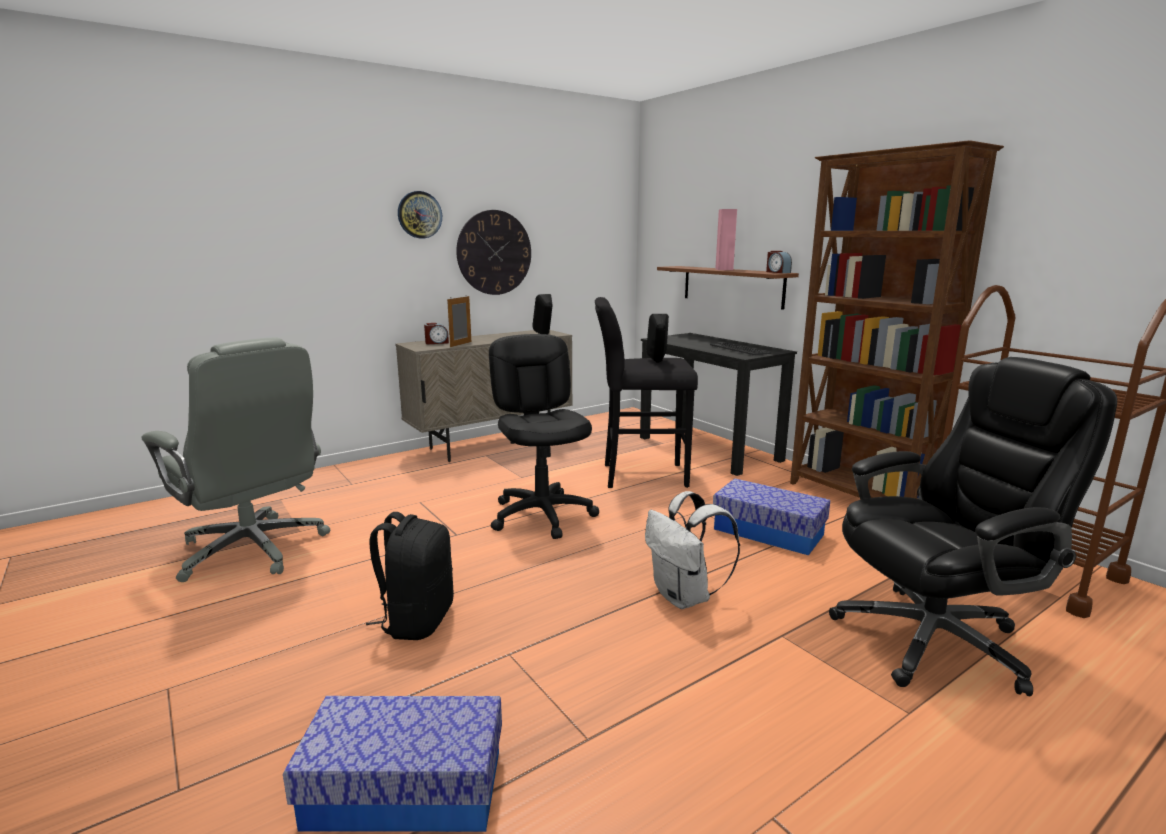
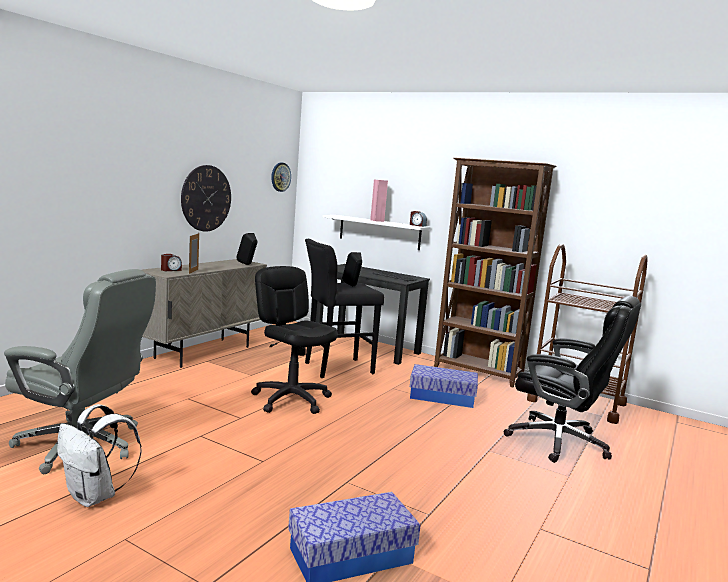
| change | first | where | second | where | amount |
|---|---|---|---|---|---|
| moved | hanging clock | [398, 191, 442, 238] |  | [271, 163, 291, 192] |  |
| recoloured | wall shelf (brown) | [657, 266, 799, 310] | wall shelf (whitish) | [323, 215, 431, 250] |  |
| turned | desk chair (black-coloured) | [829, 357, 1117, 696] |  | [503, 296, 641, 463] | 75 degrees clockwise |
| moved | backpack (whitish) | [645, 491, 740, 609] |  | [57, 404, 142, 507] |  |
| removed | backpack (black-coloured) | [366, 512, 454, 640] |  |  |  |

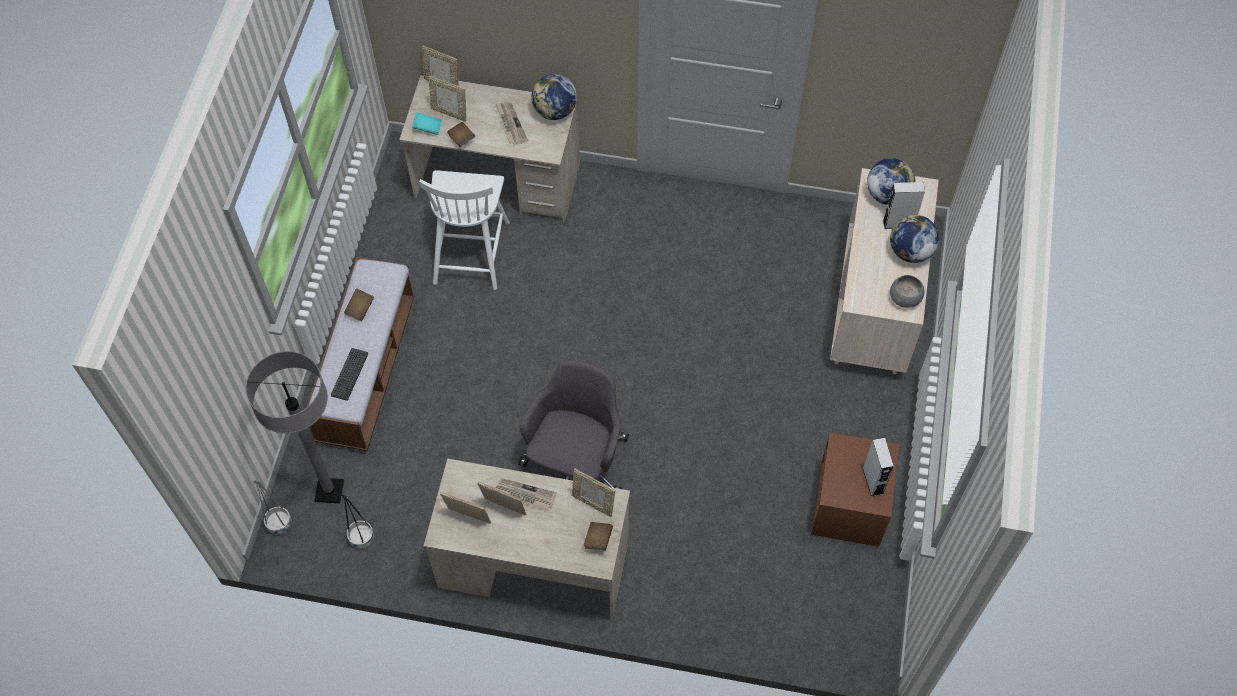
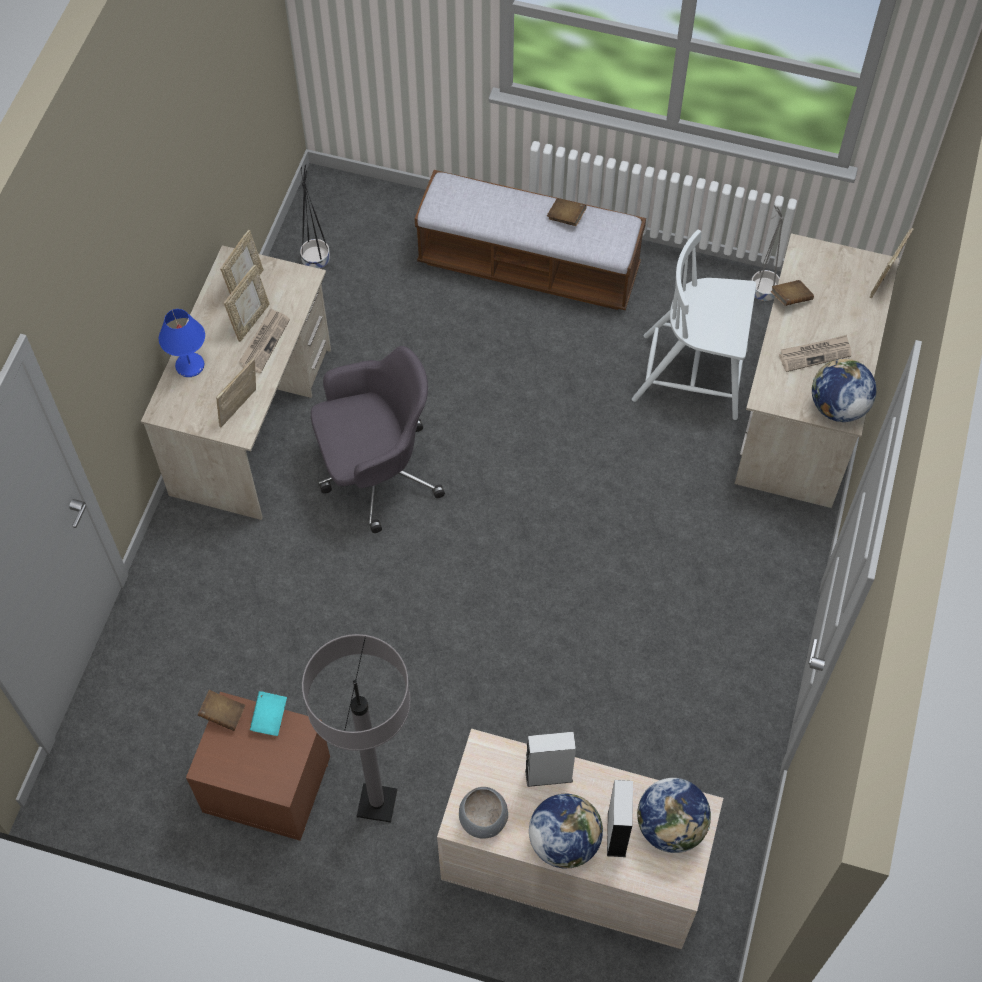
| change | first | where | second | where | amount |
|---|---|---|---|---|---|
| removed | standing frame | [429, 76, 466, 122] |  |  |  |
| moved | book (turquoise-coloured) | [412, 112, 442, 135] |  | [250, 691, 287, 736] |  |
| removed | keyboard | [331, 348, 368, 401] |  |  |  |
| moved | standing lamp (gray) | [245, 351, 344, 503] |  | [302, 634, 411, 823] |  |
| turned | desk chair (gray) | [518, 360, 629, 489] |  | [311, 346, 445, 533] | 45 degrees counterclockwise |
| moved | speaker (gray) | [863, 438, 894, 497] |  | [525, 732, 576, 787] |  |
| moved | plant pot (gray) | [252, 480, 292, 535] |  | [751, 205, 784, 301] |  |
| moved | book (brown) | [584, 522, 613, 551] |  | [198, 690, 245, 731] |  |
| added |  |  | lamp for a table (bluish) | [159, 309, 205, 377] |  |

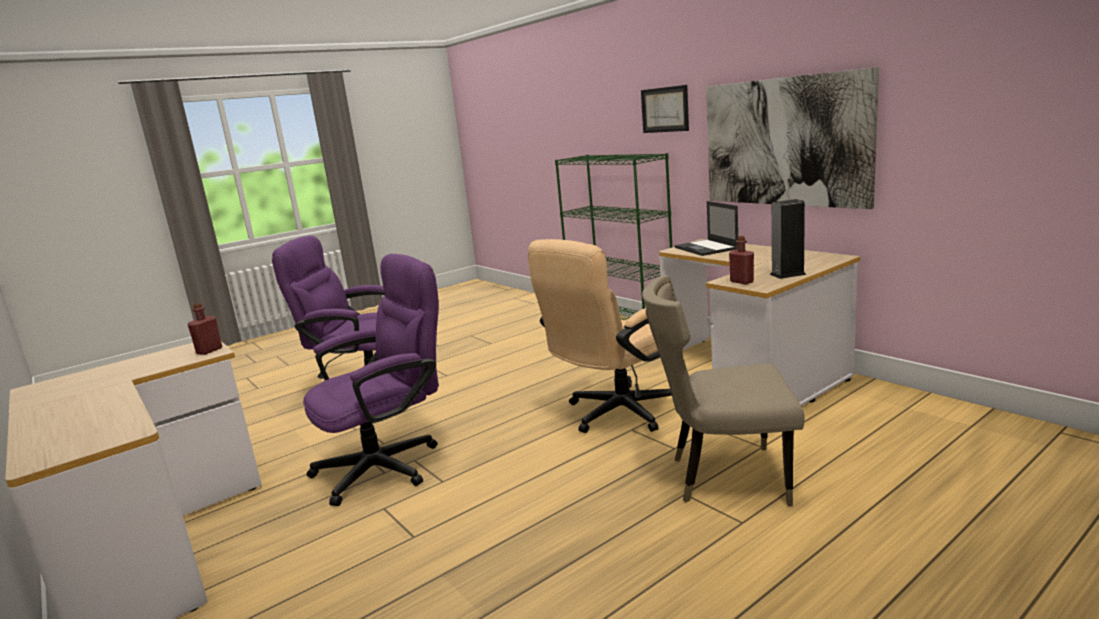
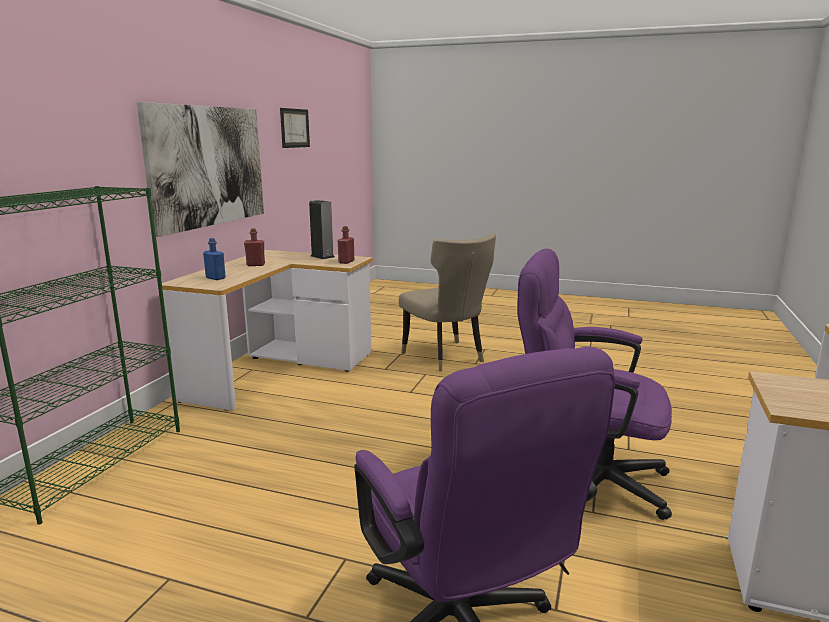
| change | first | where | second | where | amount |
|---|---|---|---|---|---|
| moved | wall art | [641, 85, 689, 133] |  | [280, 108, 310, 148] |  |
| replaced | laptop | [675, 201, 738, 256] | drink bottle (bluish) | [203, 238, 226, 280] |  |
| removed | desk chair (sand-coloured) | [528, 239, 673, 433] |  |  |  |
| moved | drink bottle (red) | [187, 303, 222, 355] |  | [244, 228, 265, 266] |  |

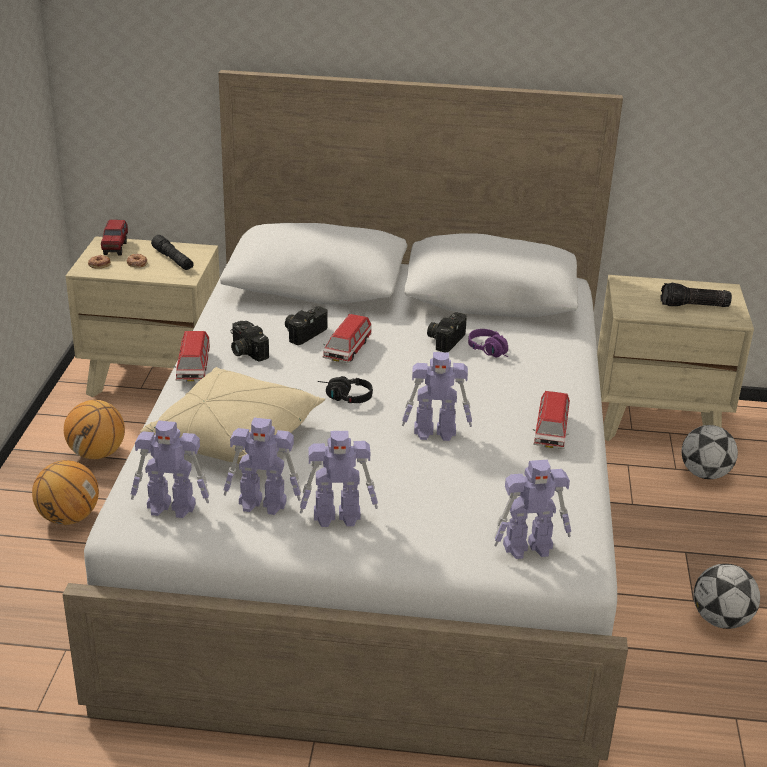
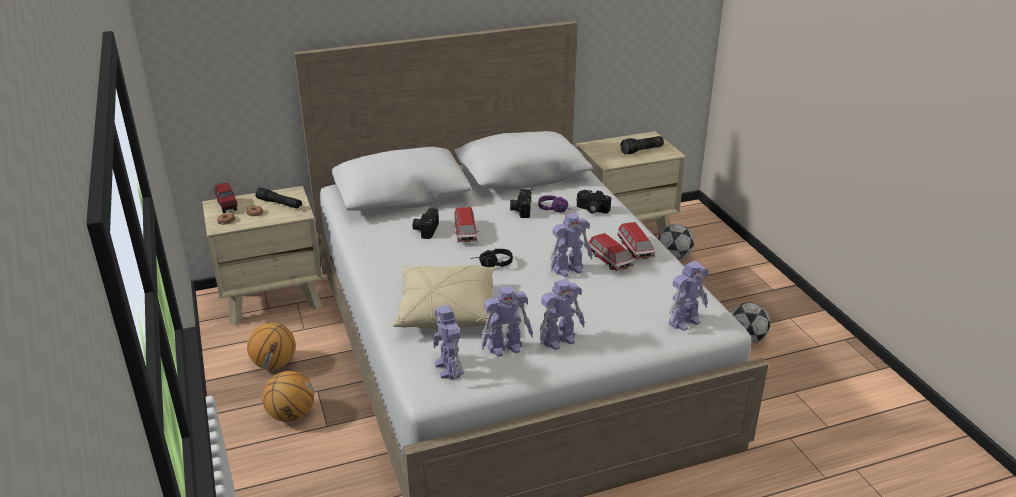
| change | first | where | second | where | amount |
|---|---|---|---|---|---|
| moved | still camera | [231, 321, 269, 362] |  | [577, 190, 611, 214] |  |
| moved | miniature car | [173, 331, 210, 381] |  | [589, 233, 634, 272] |  |
| turned | robot figure | [131, 420, 209, 518] |  | [433, 305, 464, 380] | 90 degrees clockwise |

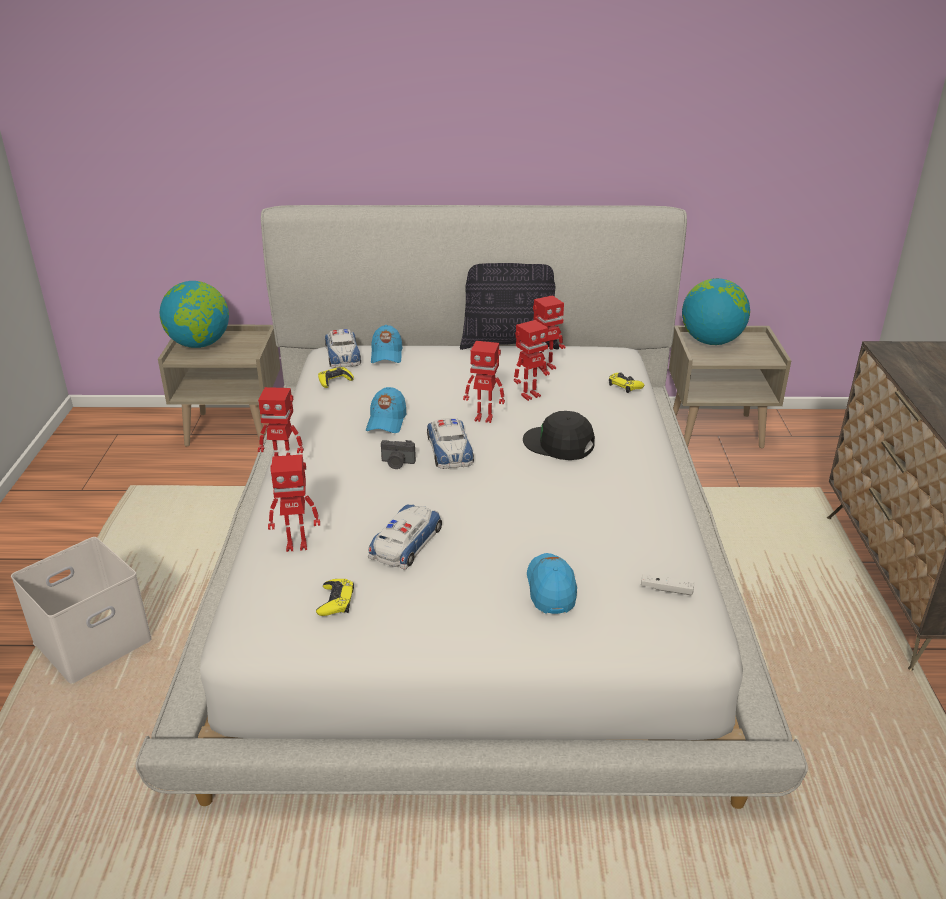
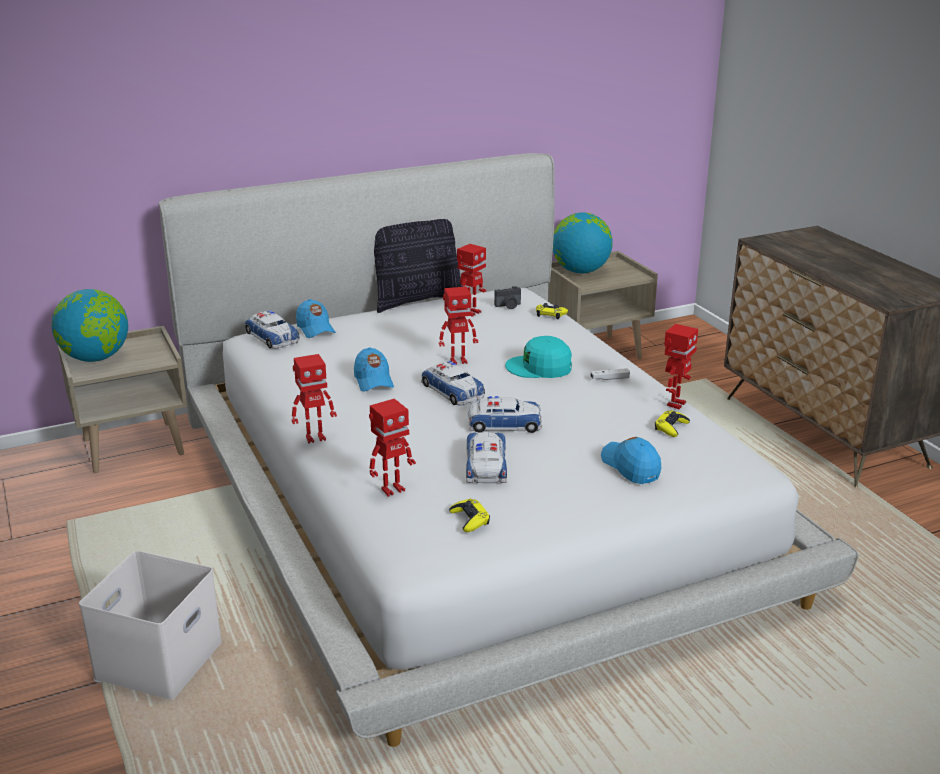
| change | first | where | second | where | amount |
|---|---|---|---|---|---|
| moved | robot figure | [514, 320, 550, 401] |  | [664, 324, 698, 409] |  |
| moved | gamepad (yellow-coloured) | [318, 367, 354, 388] |  | [655, 410, 690, 437] |  |
| recoloured | peaked cap (black-coloured) | [523, 411, 595, 460] | peaked cap (turquoise-coloured) | [505, 336, 572, 378] |  |
| moved | still camera | [381, 440, 416, 469] |  | [494, 286, 521, 309] |  |
| moved | gamepad (whitish) | [641, 574, 694, 595] |  | [591, 368, 630, 380] |  |
| added |  |  | miniature car | [468, 396, 542, 433] |  |

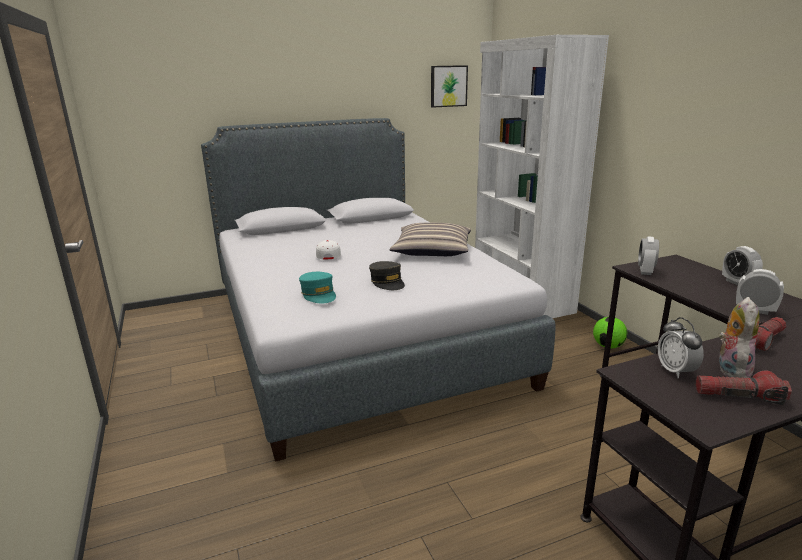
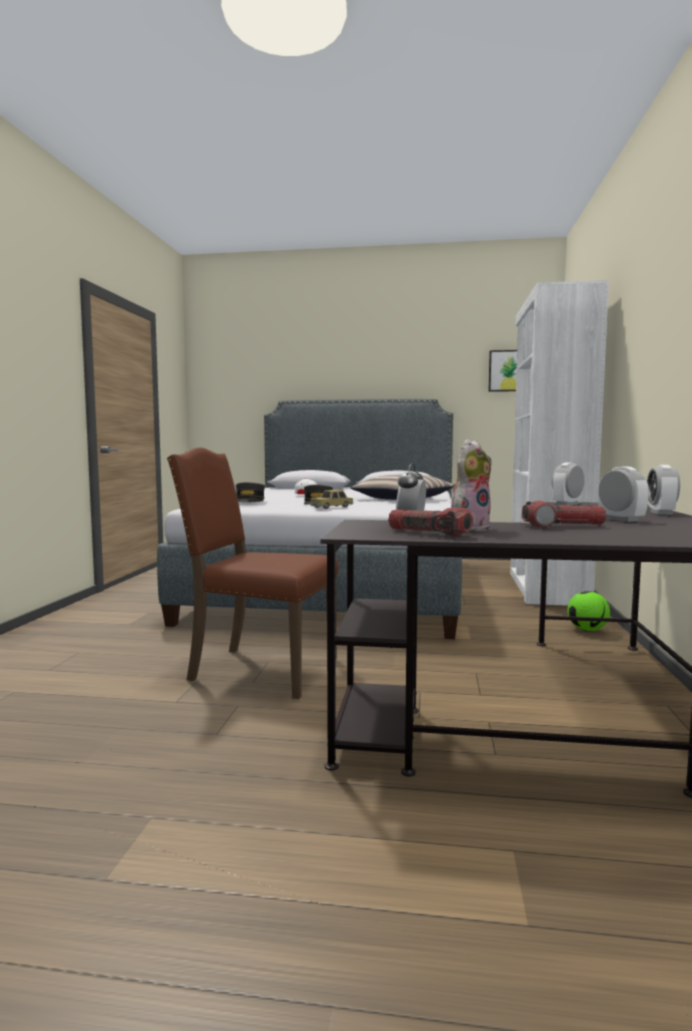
| change | first | where | second | where | amount |
|---|---|---|---|---|---|
| recoloured | peaked cap (turquoise-coloured) | [299, 272, 336, 304] | peaked cap (gray) | [236, 482, 265, 502] |  |
| added |  |  | upright chair (brown) | [167, 447, 338, 699] |  |
| added |  |  | miniature car | [310, 490, 353, 509] |  |

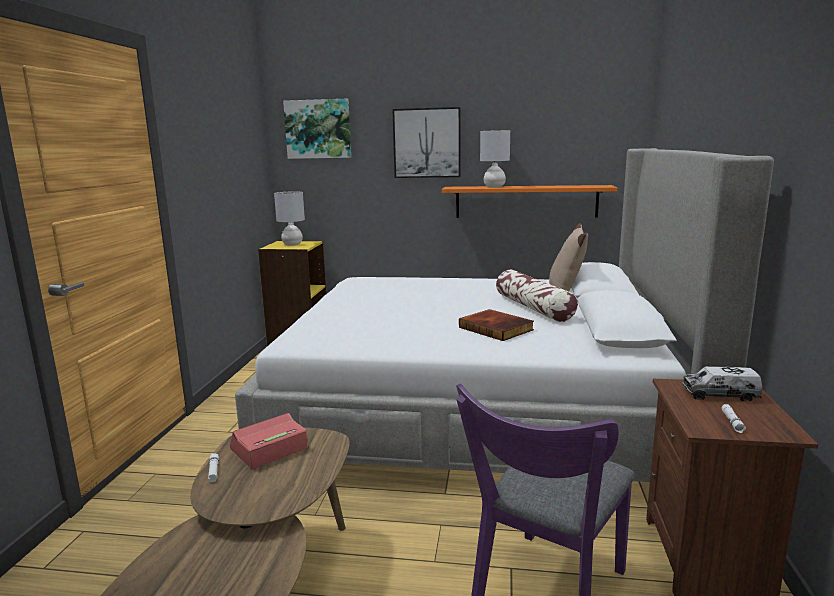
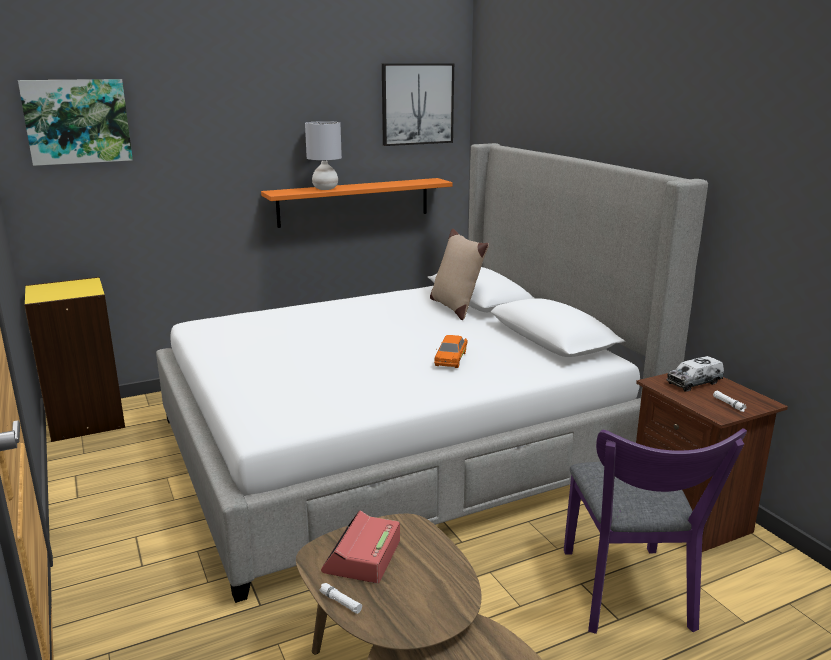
| change | first | where | second | where | amount |
|---|---|---|---|---|---|
| moved | wall art | [392, 107, 461, 178] |  | [382, 64, 454, 146] |  |
| removed | lamp for a table (gray) | [274, 191, 305, 246] |  |  |  |
| removed | throw pillow | [496, 270, 578, 322] |  |  |  |
| replaced | book | [459, 309, 534, 341] | miniature car (orange-coloured) | [434, 335, 467, 368] |  |

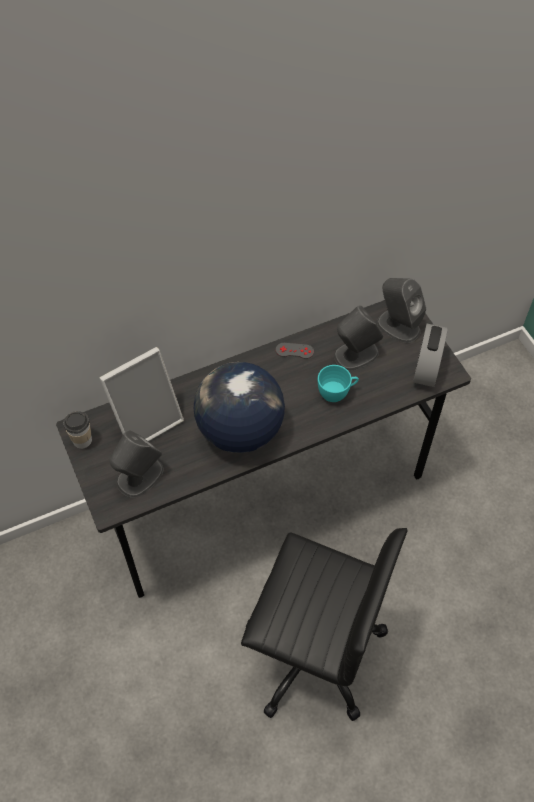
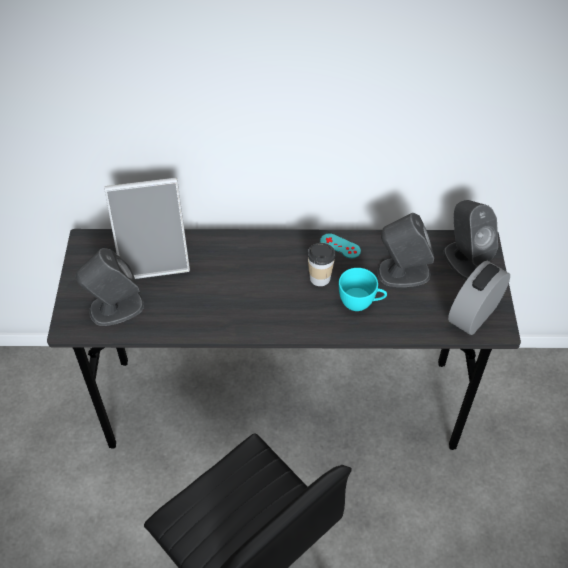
| change | first | where | second | where | amount |
|---|---|---|---|---|---|
| recoloured | gamepad (gray) | [276, 343, 314, 359] | gamepad (turquoise-coloured) | [320, 233, 361, 258] |  |
| removed | world globe | [194, 362, 285, 453] |  |  |  |
| moved | drinking cup | [63, 411, 92, 449] |  | [307, 243, 335, 286] |  |

